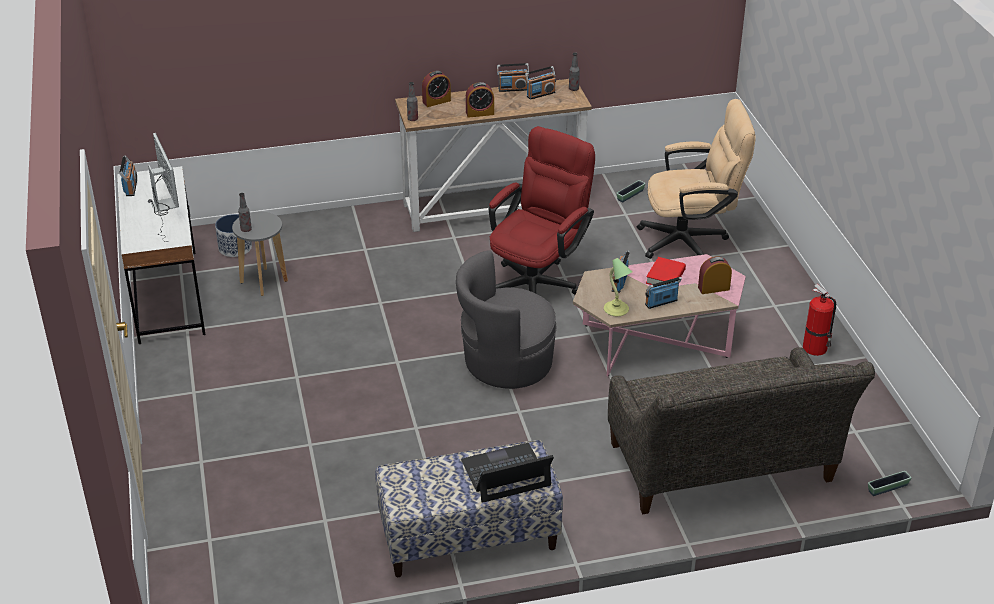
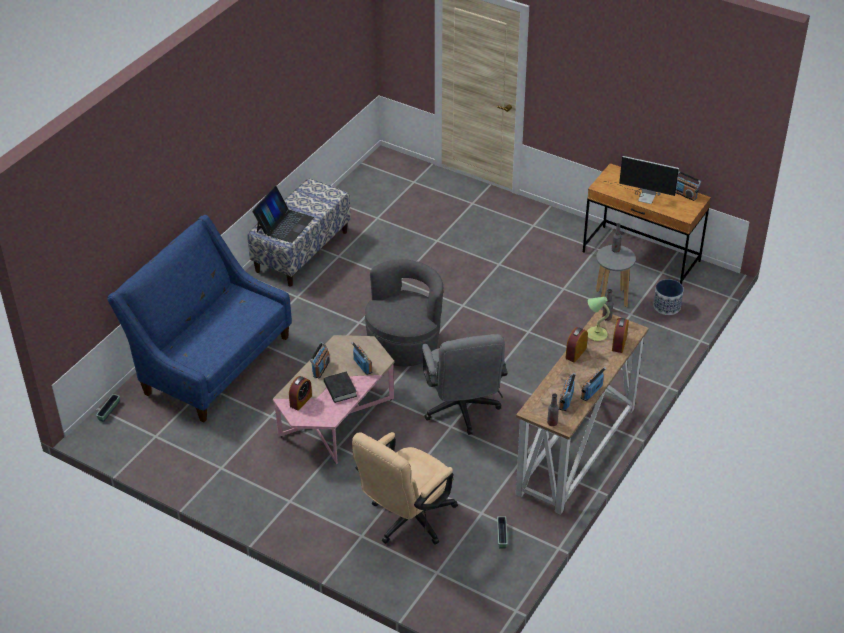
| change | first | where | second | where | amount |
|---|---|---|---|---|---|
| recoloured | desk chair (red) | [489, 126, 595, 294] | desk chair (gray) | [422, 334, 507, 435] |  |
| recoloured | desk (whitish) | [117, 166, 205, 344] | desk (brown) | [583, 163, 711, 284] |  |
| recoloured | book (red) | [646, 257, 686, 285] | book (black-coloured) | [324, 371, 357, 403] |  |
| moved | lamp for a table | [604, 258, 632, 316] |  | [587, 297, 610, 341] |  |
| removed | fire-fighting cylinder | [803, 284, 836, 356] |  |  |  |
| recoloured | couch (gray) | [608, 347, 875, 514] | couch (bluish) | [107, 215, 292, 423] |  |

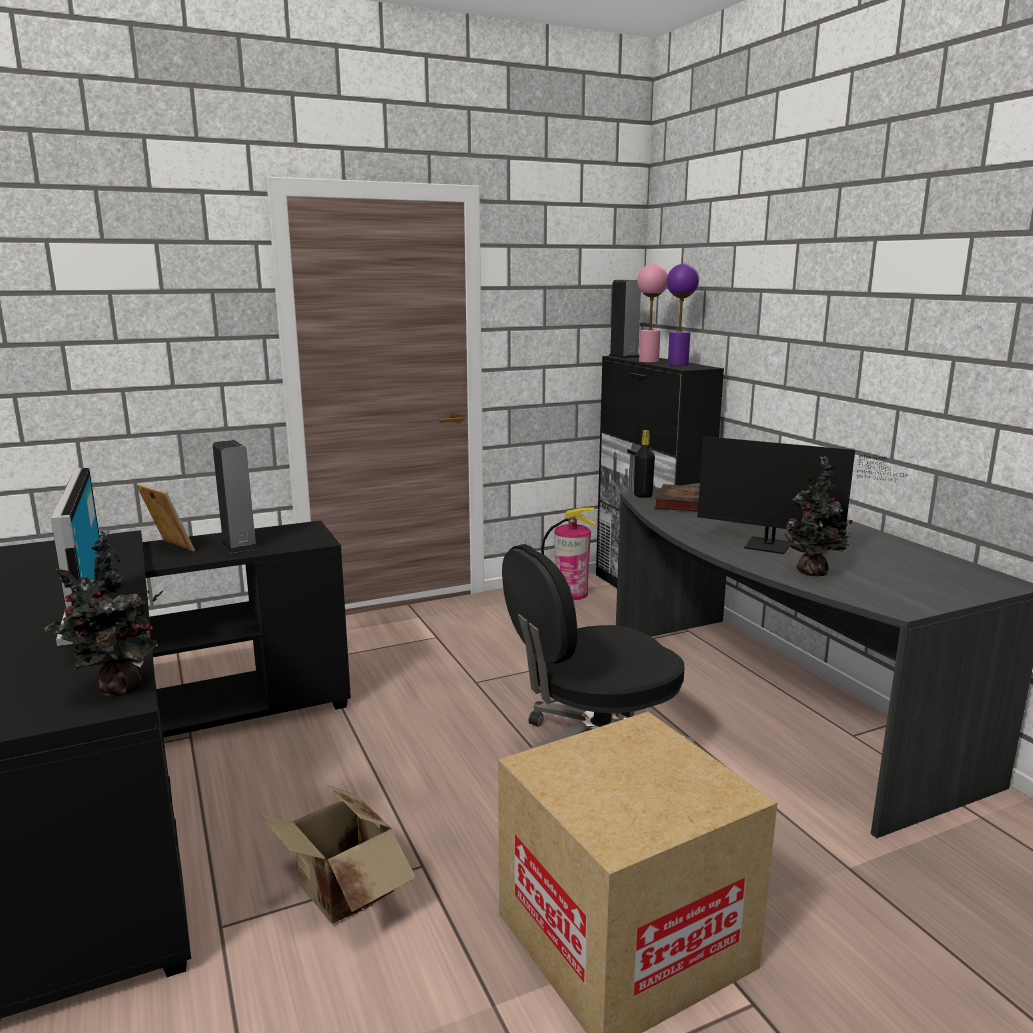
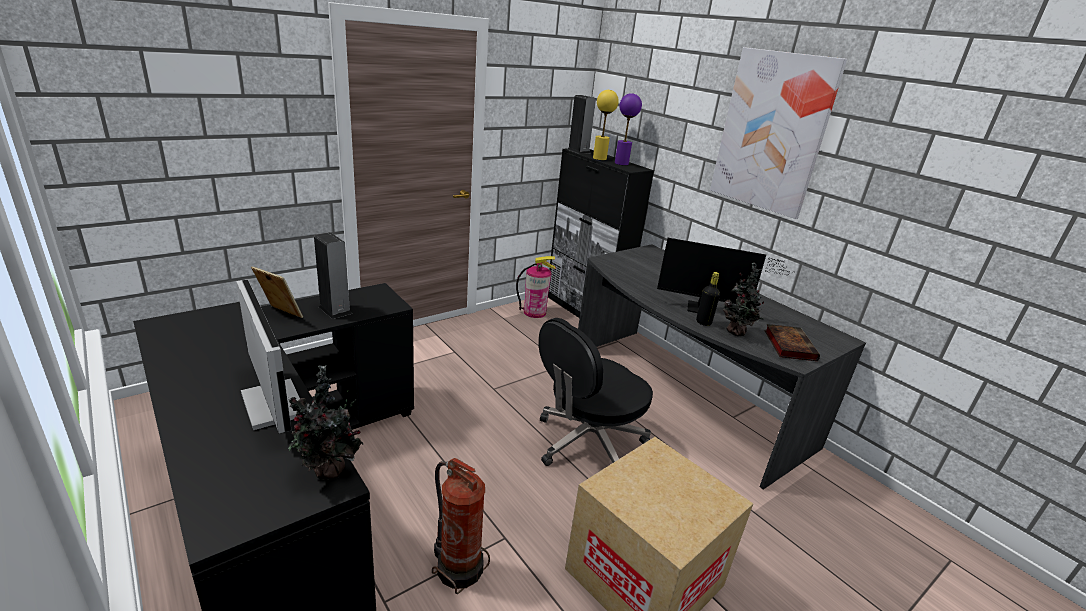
| change | first | where | second | where | amount |
|---|---|---|---|---|---|
| recoloured | lamp for a table (pinkish) | [637, 264, 668, 363] | lamp for a table (yellow-coloured) | [593, 90, 619, 160] |  |
| moved | drink bottle (black-coloured) | [634, 430, 655, 498] |  | [696, 272, 720, 326] |  |
| moved | book | [654, 484, 700, 512] |  | [765, 324, 820, 361] |  |
| replaced | packing box | [259, 785, 416, 924] | fire-fighting cylinder | [432, 458, 490, 594] |  |
| added |  |  | wall art | [710, 47, 847, 219] |  |

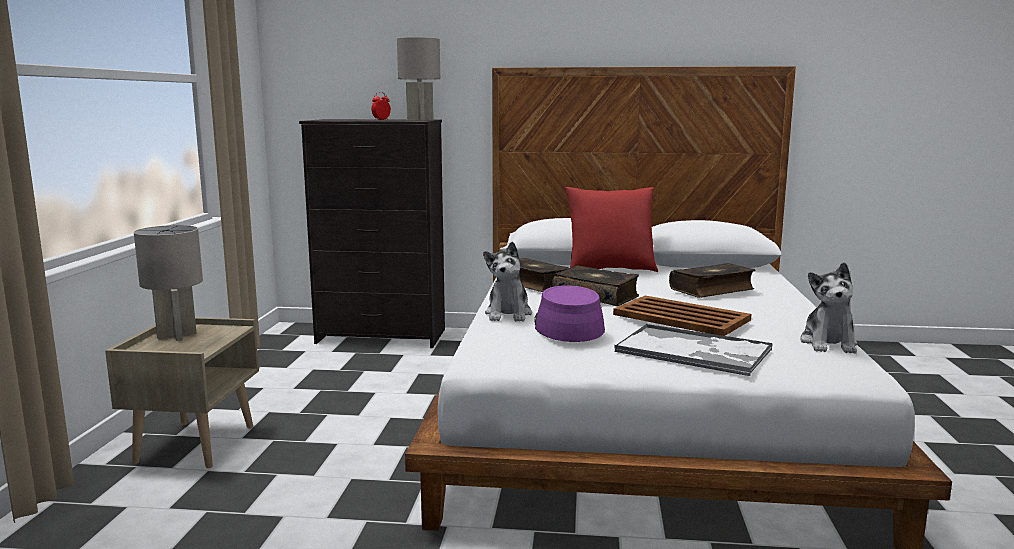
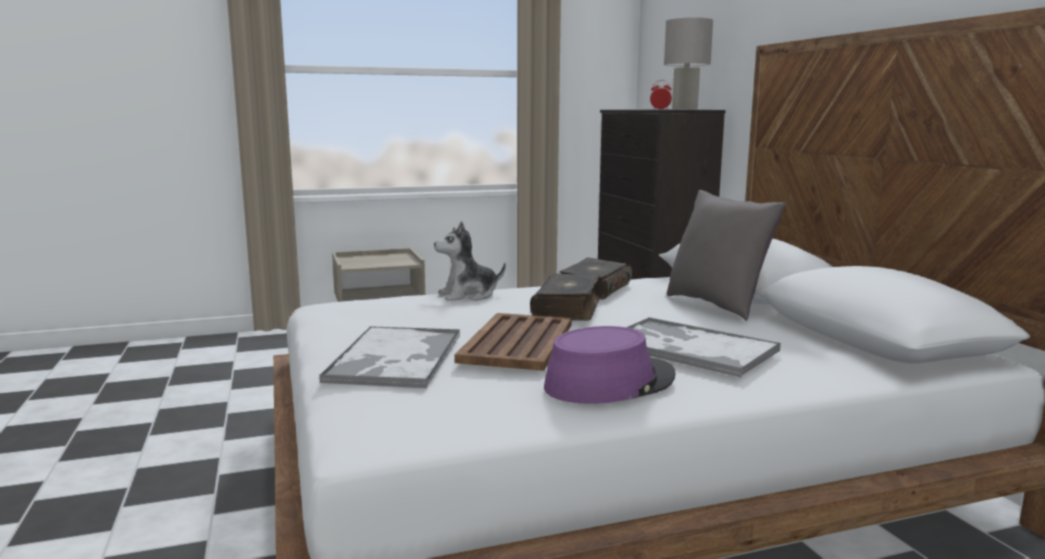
| change | first | where | second | where | amount |
|---|---|---|---|---|---|
| recoloured | throw pillow (red) | [565, 187, 658, 272] | throw pillow (gray) | [667, 190, 786, 321] |  |
| removed | lamp for a table (gray) | [134, 225, 203, 341] |  |  |  |
| removed | soft toy | [800, 262, 857, 354] |  |  |  |
| replaced | book | [669, 263, 755, 298] | carrying tray | [627, 317, 781, 377] |  |
| moved | hat (purple-coloured) | [534, 285, 605, 342] |  | [544, 326, 675, 404] |  |

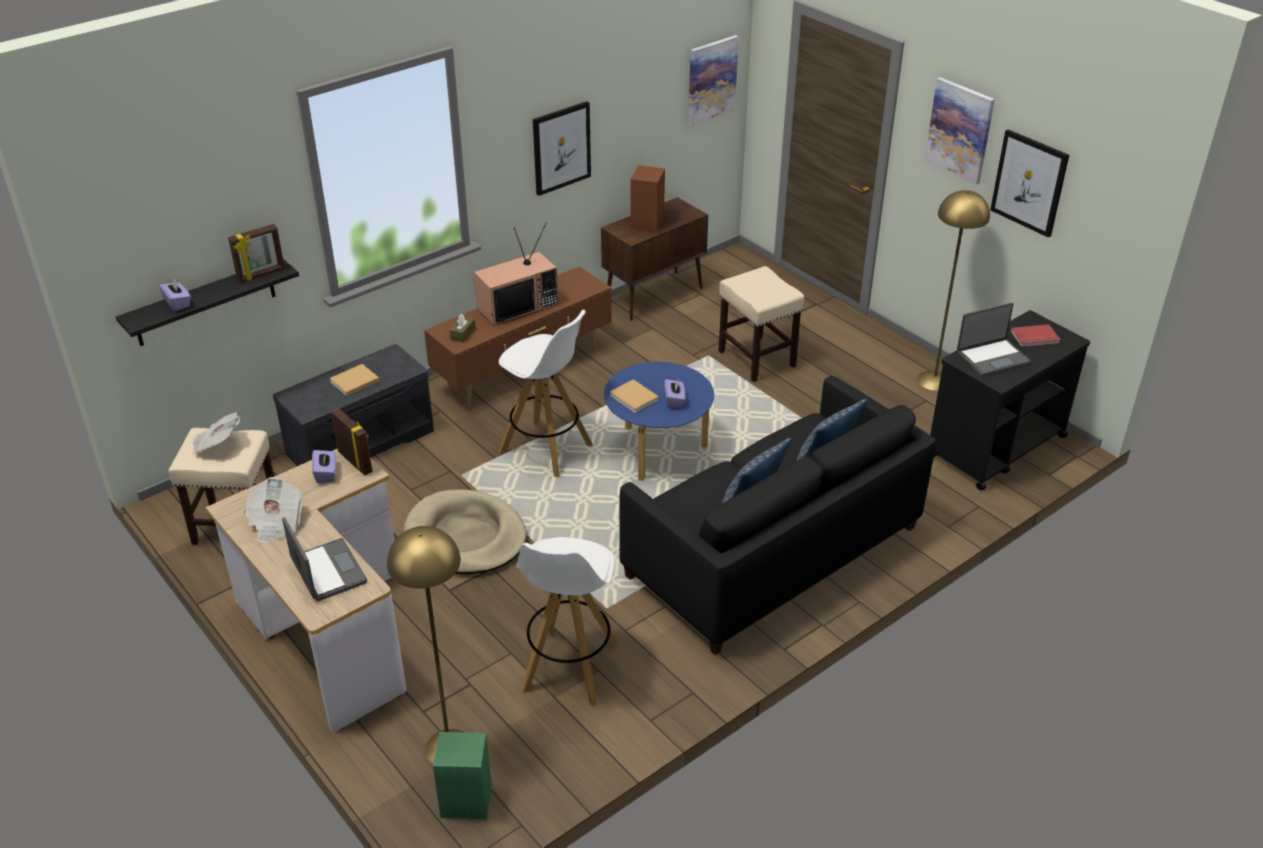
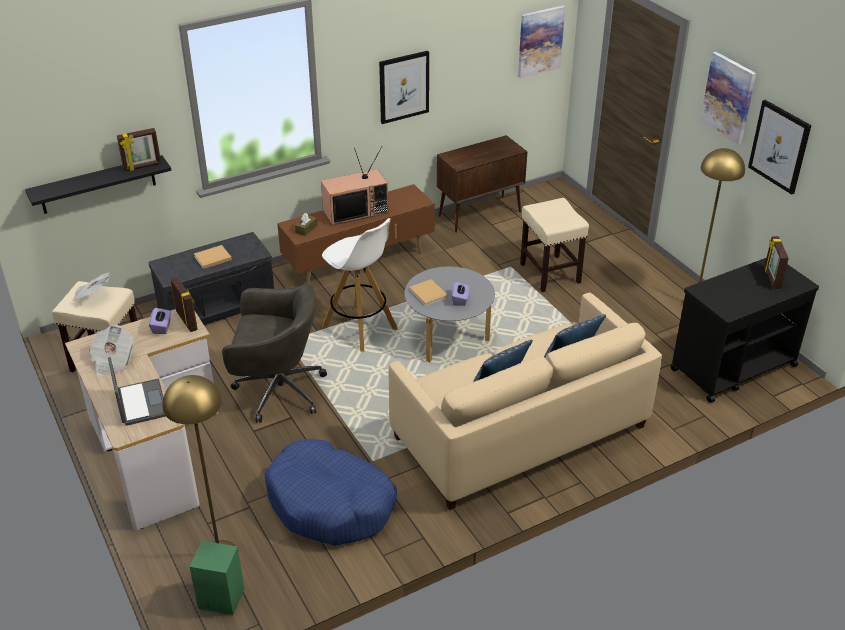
| change | first | where | second | where | amount |
|---|---|---|---|---|---|
| removed | speaker (brown) | [630, 165, 665, 232] |  |  |  |
| removed | tissue box (purple-coloured) | [159, 279, 191, 311] |  |  |  |
| removed | laptop | [957, 303, 1031, 376] |  |  |  |
| replaced | book (red) | [1010, 324, 1060, 347] | standing frame | [764, 236, 789, 290] |  |
| recoloured | lounge table (bluish) | [604, 362, 714, 481] | lounge table (gray) | [404, 267, 495, 362] |  |
| recoloured | couch (black-coloured) | [619, 376, 936, 655] | couch (sand-coloured) | [389, 293, 662, 510] |  |
| replaced | pet bed (sand-coloured) | [403, 489, 526, 575] | desk chair (gray) | [222, 284, 327, 423] |  |
| replaced | stool (whitish) | [516, 537, 618, 707] | pet bed (bluish) | [265, 439, 397, 546] |  |

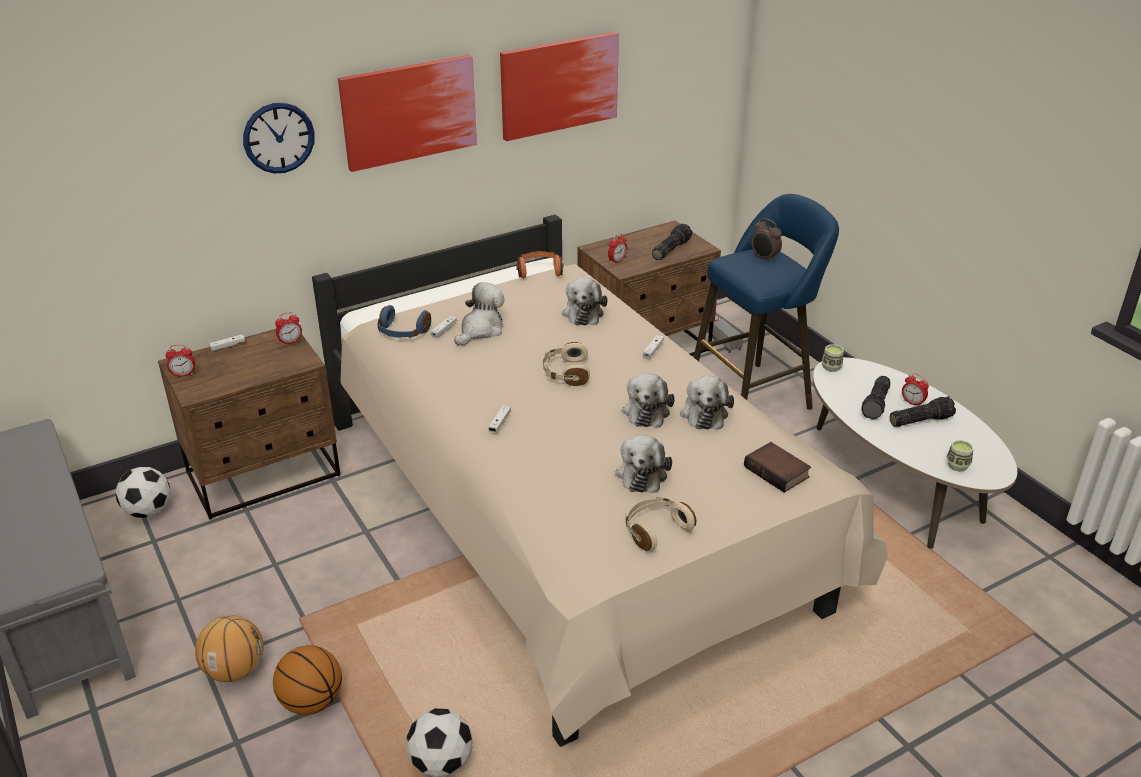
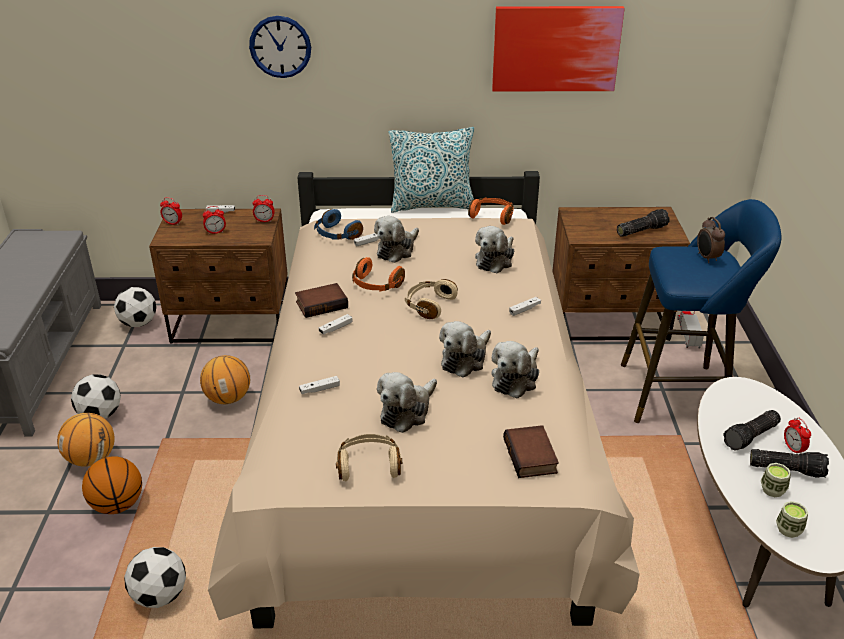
| change | first | where | second | where | amount |
|---|---|---|---|---|---|
| removed | wall art | [338, 55, 477, 172] |  |  |  |
| moved | bedside clock | [608, 233, 627, 265] |  | [203, 206, 226, 234] |  |
| turned | soft toy | [454, 283, 504, 346] |  | [374, 216, 419, 263] | 150 degrees clockwise |
| moved | drinking cup | [822, 344, 844, 372] |  | [761, 463, 791, 497] |  |
| added |  |  | throw pillow | [389, 127, 474, 213] |  |
| added |  |  | headset (orange-coloured) | [352, 257, 405, 292] |  |
| added |  |  | book | [295, 283, 348, 318] |  |
| added |  |  | basketball ball | [200, 355, 250, 404] |  |
| added |  |  | football ball | [71, 374, 121, 419] |  |
| added |  |  | gamepad (whitish) | [299, 376, 340, 394] |  |

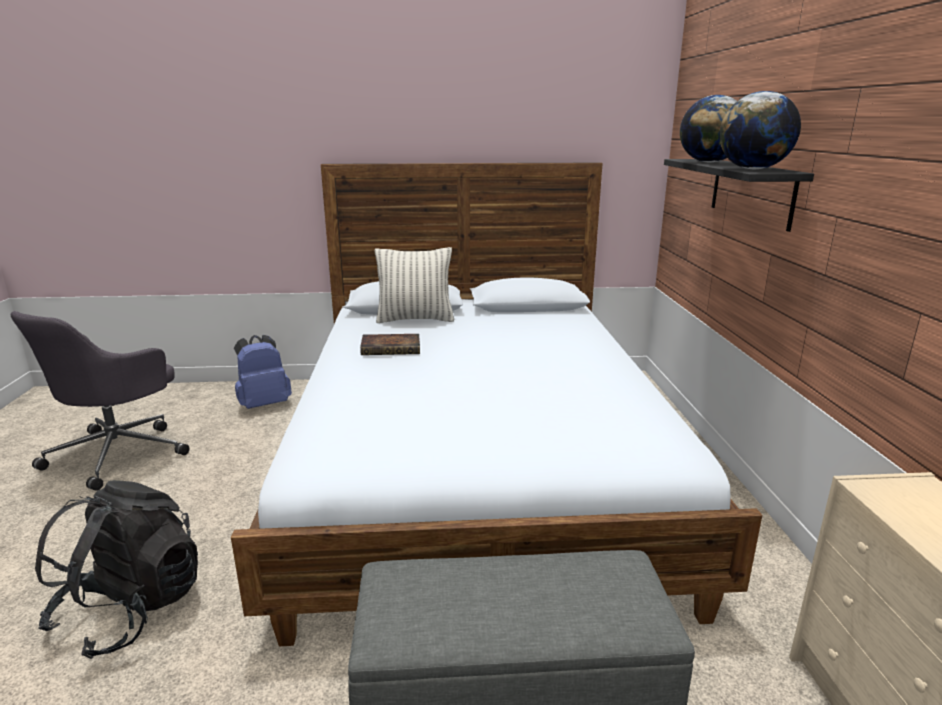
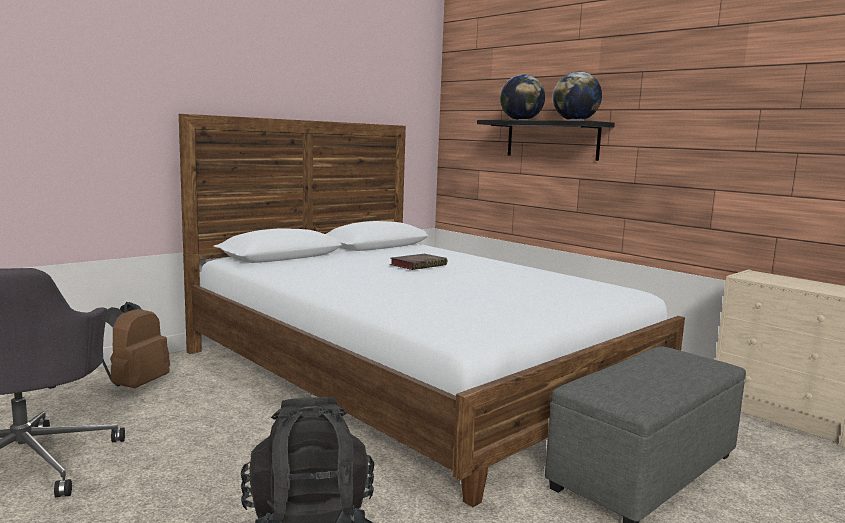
| change | first | where | second | where | amount |
|---|---|---|---|---|---|
| removed | throw pillow | [375, 247, 454, 323] |  |  |  |
| moved | book | [360, 334, 420, 355] |  | [390, 254, 447, 270] |  |
| recoloured | backpack (bluish) | [234, 335, 292, 409] | backpack (brown) | [102, 302, 170, 388] |  |

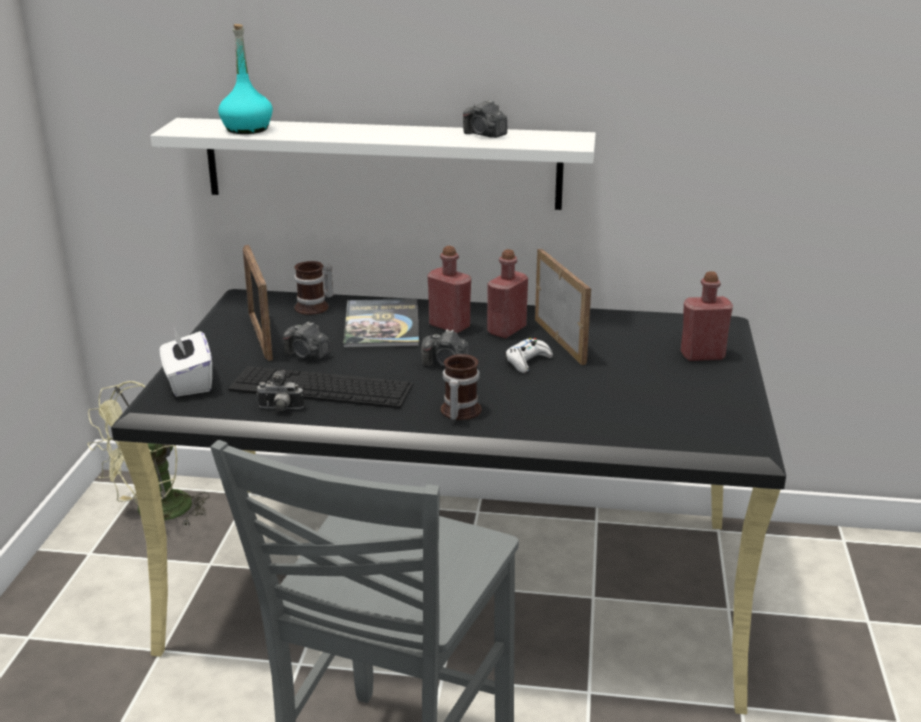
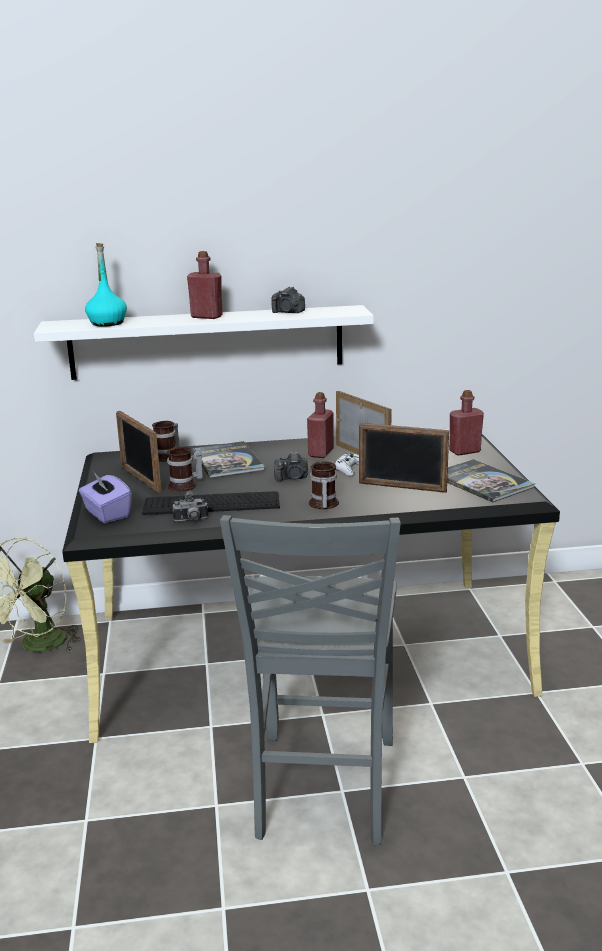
| change | first | where | second | where | amount |
|---|---|---|---|---|---|
| moved | drink bottle (red) | [427, 246, 471, 333] |  | [187, 251, 223, 319] |  |
| replaced | still camera | [283, 321, 331, 360] | coffee mug | [167, 447, 203, 492] |  |
| recoloured | tissue box (whitish) | [160, 327, 212, 396] | tissue box (purple-coloured) | [79, 473, 132, 523] |  |
| added |  |  | standing frame | [359, 423, 449, 493] |  |
| added |  |  | book | [447, 459, 535, 503] |  |

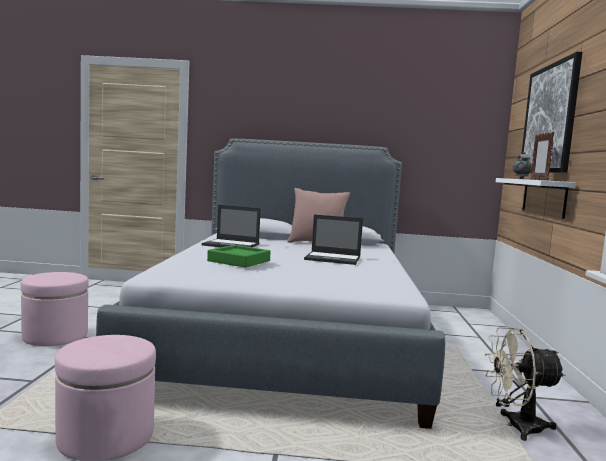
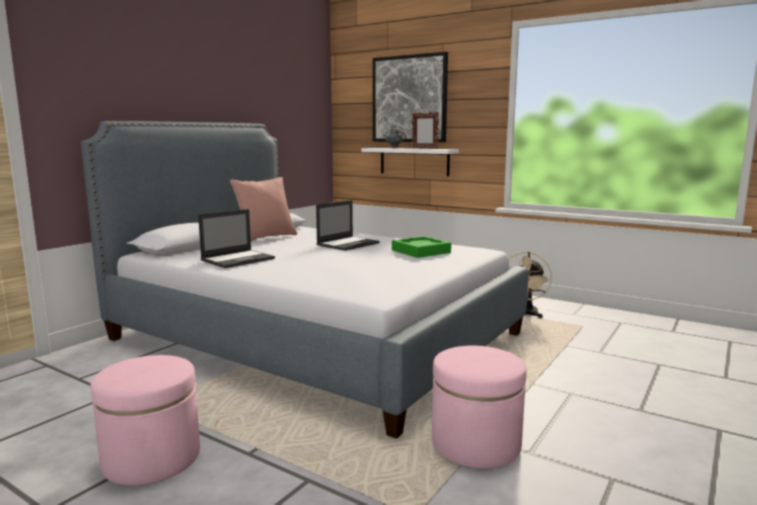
| change | first | where | second | where | amount |
|---|---|---|---|---|---|
| moved | carrying tray (green-coloured) | [207, 245, 271, 268] |  | [392, 236, 451, 258] |  |

